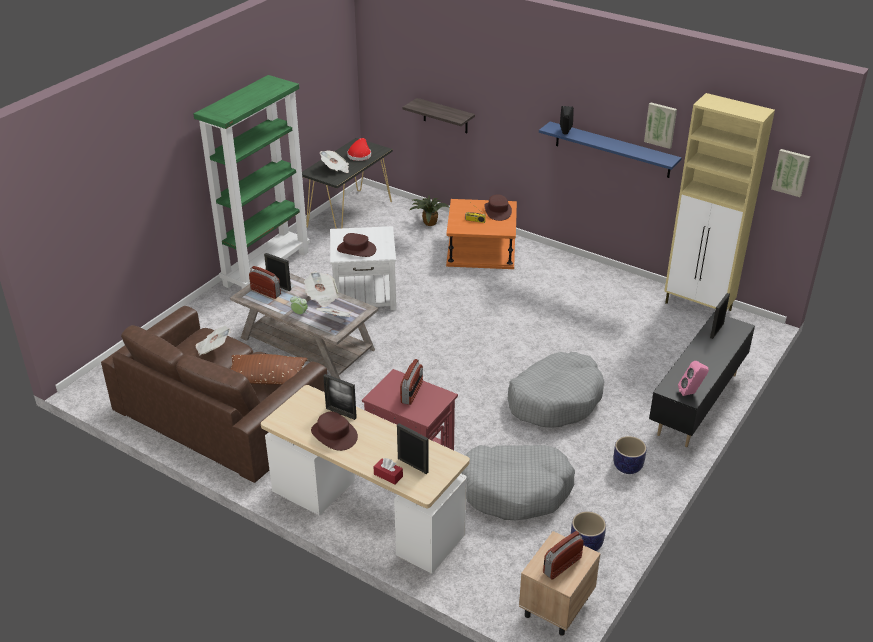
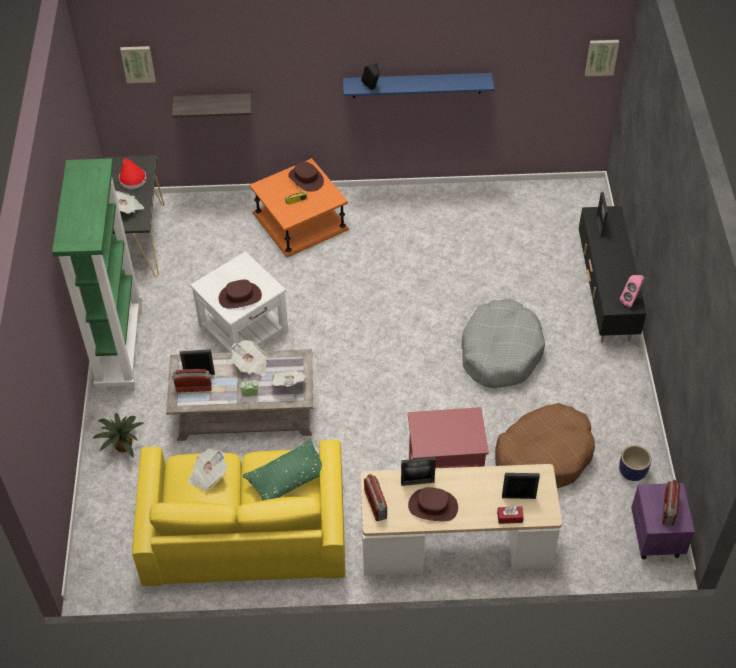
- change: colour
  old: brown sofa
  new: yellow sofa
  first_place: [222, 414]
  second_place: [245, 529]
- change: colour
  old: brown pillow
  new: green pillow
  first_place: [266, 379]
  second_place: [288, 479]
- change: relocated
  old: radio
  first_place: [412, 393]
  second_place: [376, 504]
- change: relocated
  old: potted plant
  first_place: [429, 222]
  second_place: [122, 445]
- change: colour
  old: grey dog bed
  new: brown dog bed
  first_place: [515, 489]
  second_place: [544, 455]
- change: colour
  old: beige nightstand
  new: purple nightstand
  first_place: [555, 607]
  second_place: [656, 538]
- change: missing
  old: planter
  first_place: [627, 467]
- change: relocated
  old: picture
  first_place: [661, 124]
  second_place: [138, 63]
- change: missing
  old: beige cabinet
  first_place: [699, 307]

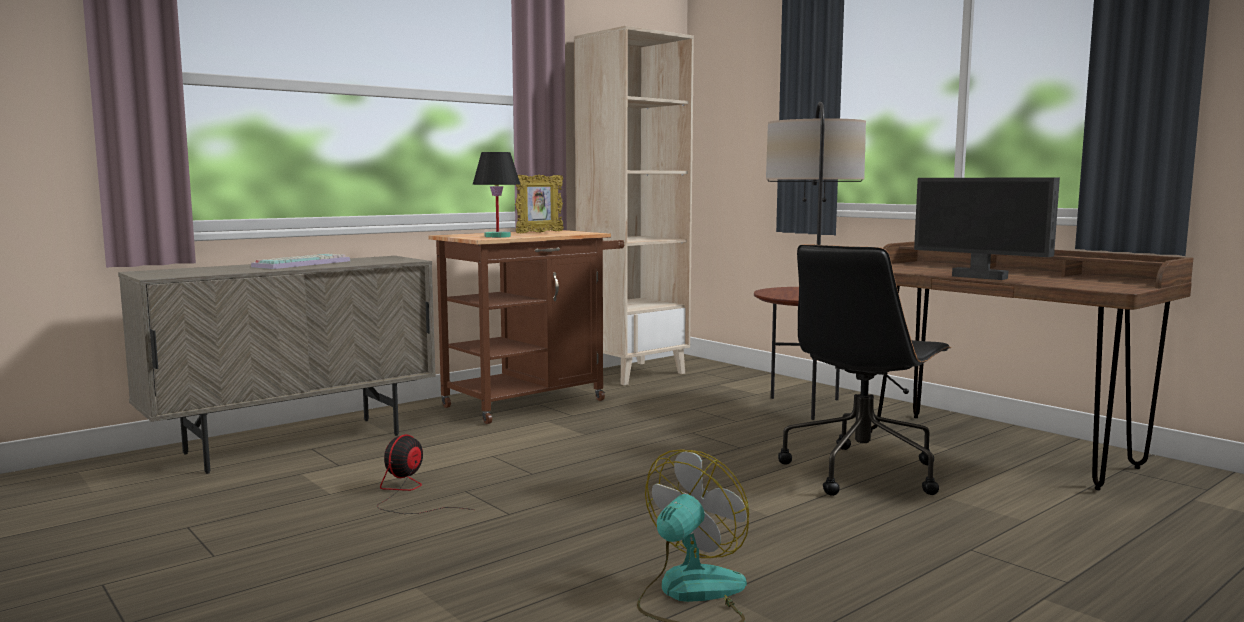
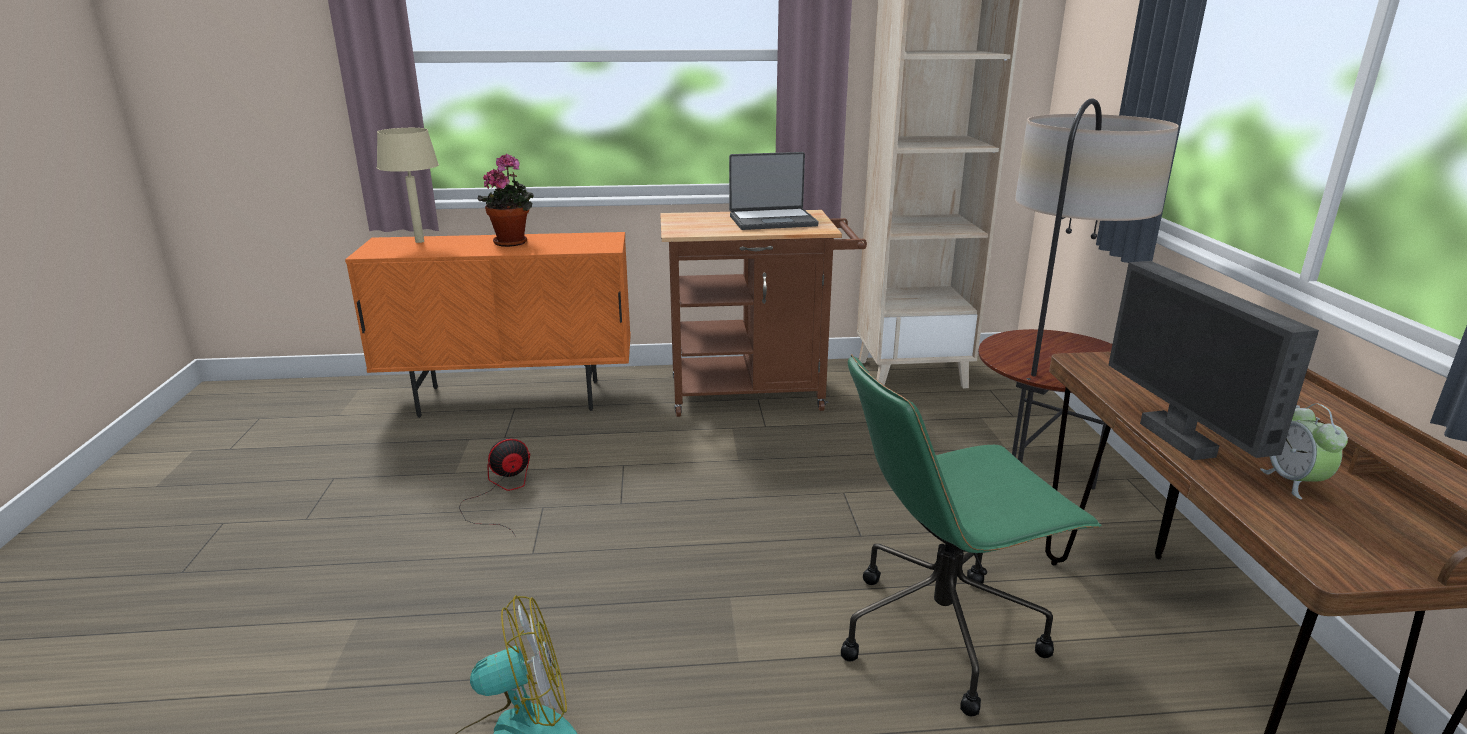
- change: colour
  old: beige cabinet
  new: orange cabinet
  first_place: [295, 444]
  second_place: [512, 399]
- change: exchanged
  old: keyboard
  new: potted plant
  first_place: [302, 263]
  second_place: [513, 242]
- change: missing
  old: black table lamp
  first_place: [497, 236]
- change: exchanged
  old: picture frame
  new: laptop
  first_place: [539, 233]
  second_place: [772, 221]
- change: colour
  old: black office chair
  new: green office chair
  first_place: [862, 471]
  second_place: [942, 632]
- change: appeared
  new: beige table lamp
  second_place: [419, 241]
- change: appeared
  new: alarm clock
  second_place: [1294, 482]

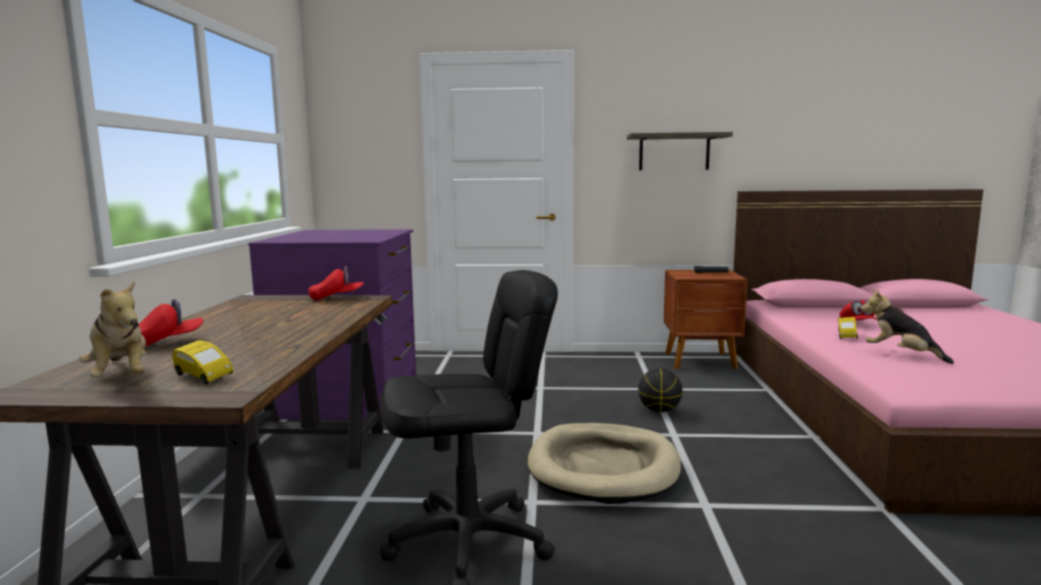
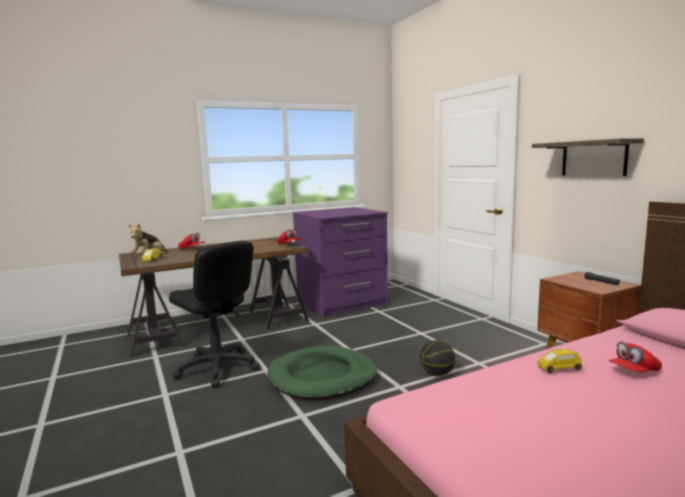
- change: colour
  old: beige dog bed
  new: green dog bed
  first_place: [603, 468]
  second_place: [323, 377]
- change: missing
  old: plush toy
  first_place: [901, 354]

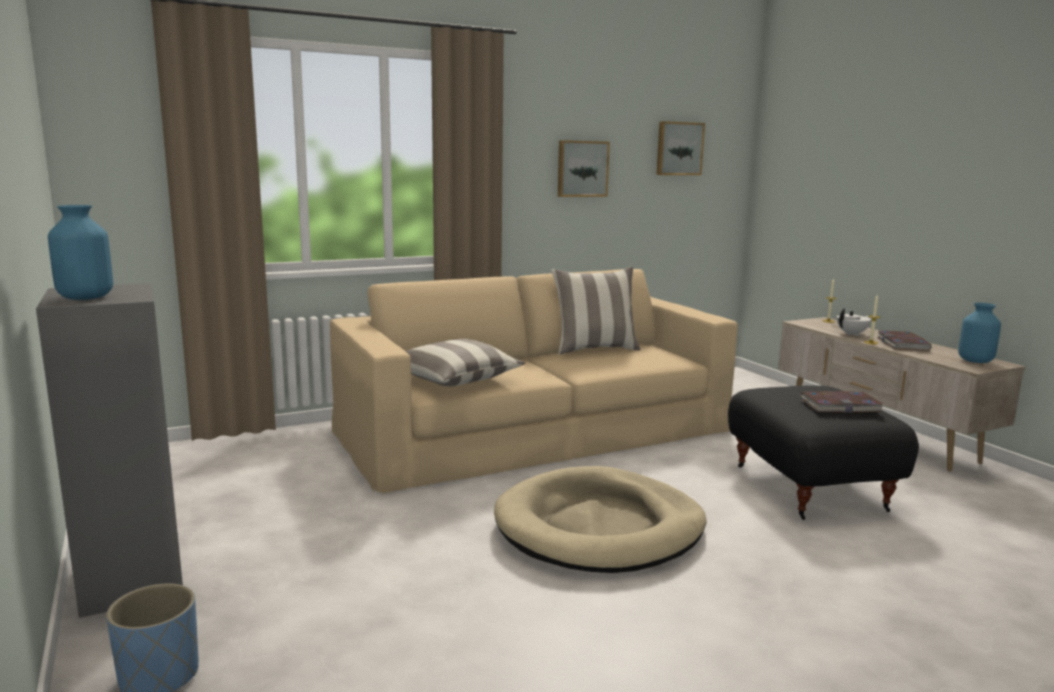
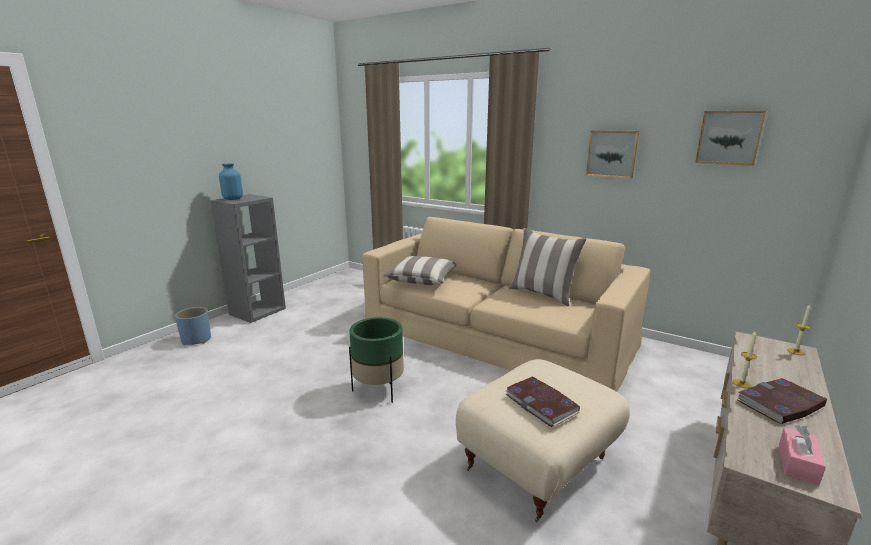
- change: exchanged
  old: beige dog bed
  new: green planter
  first_place: [599, 527]
  second_place: [378, 389]
- change: colour
  old: black ottoman
  new: beige ottoman
  first_place: [811, 487]
  second_place: [538, 465]
- change: missing
  old: white teapot
  first_place: [852, 334]
- change: exchanged
  old: blue vase
  new: pink tissue box
  first_place: [976, 361]
  second_place: [797, 463]

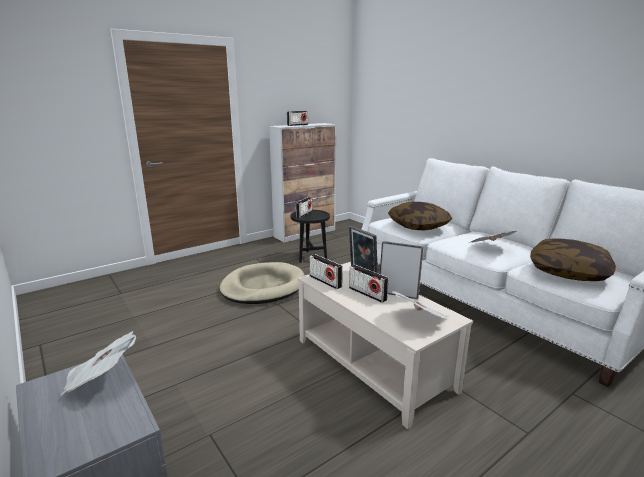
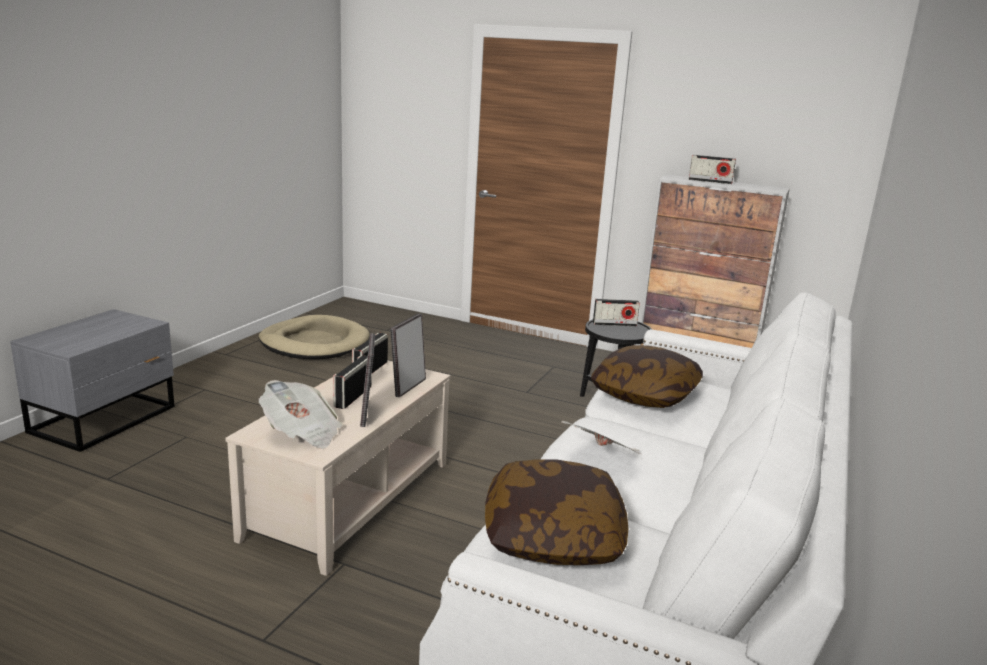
- change: missing
  old: newspaper
  first_place: [101, 378]
- change: relocated
  old: beige dog bed
  first_place: [263, 287]
  second_place: [314, 343]

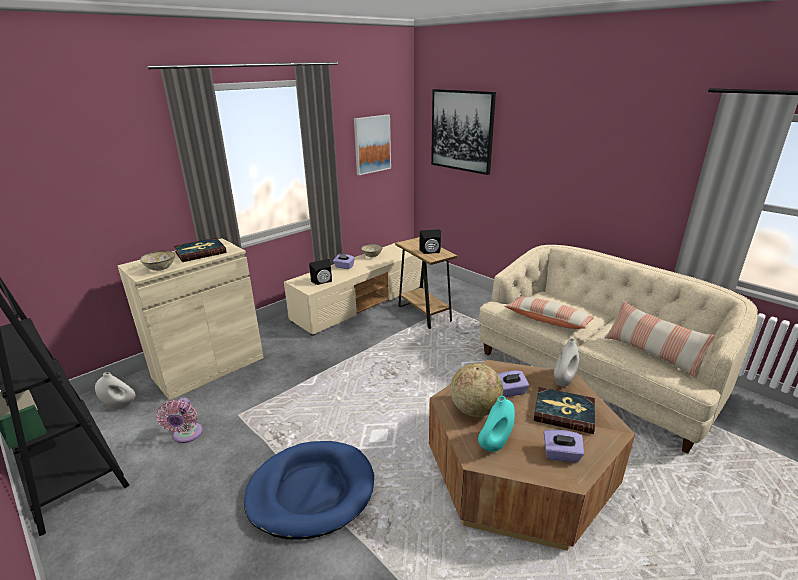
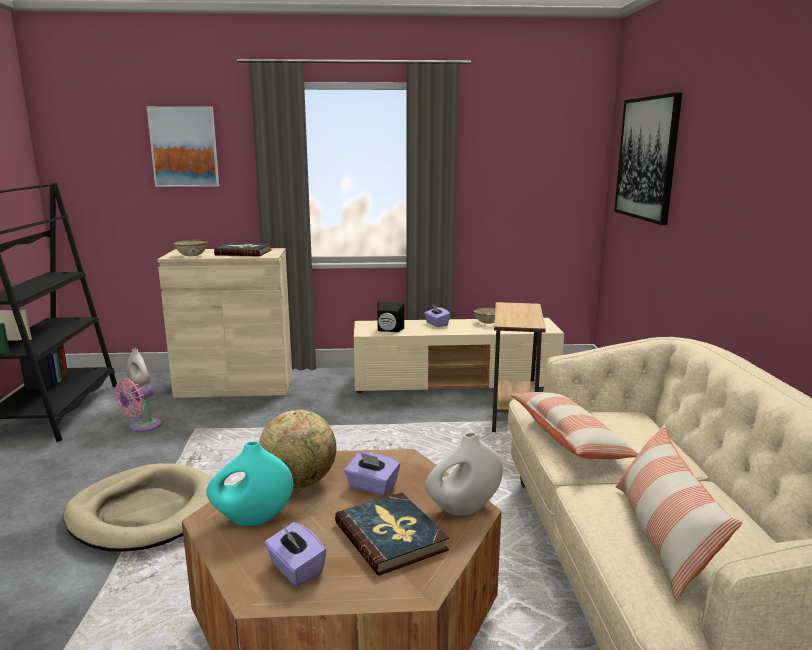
- change: colour
  old: blue dog bed
  new: beige dog bed
  first_place: [311, 491]
  second_place: [145, 512]
- change: relocated
  old: picture
  first_place: [372, 144]
  second_place: [184, 147]
- change: missing
  old: black speaker
  first_place: [431, 252]

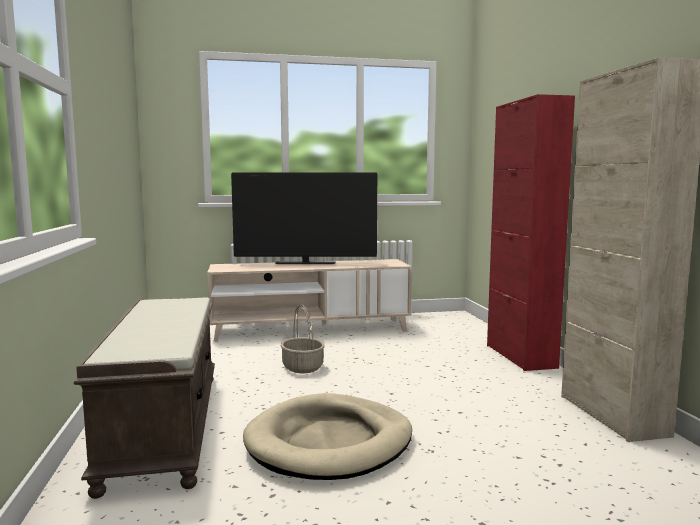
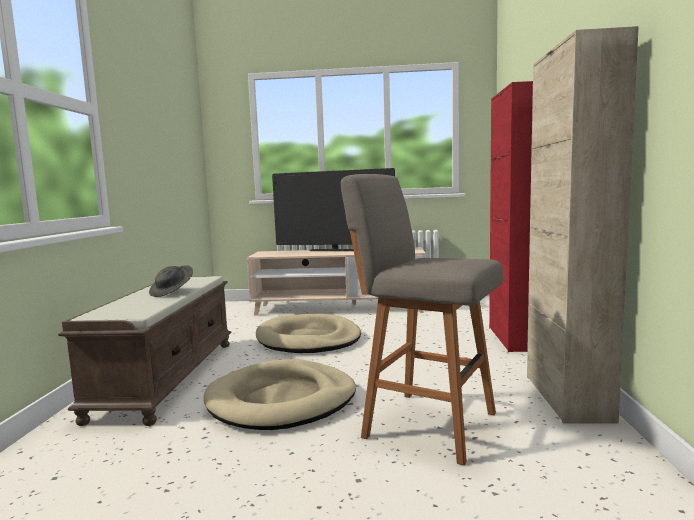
- change: exchanged
  old: basket
  new: beige dog bed
  first_place: [303, 367]
  second_place: [308, 339]
- change: appeared
  new: grey hat
  second_place: [172, 292]
- change: appeared
  new: grey stool
  second_place: [425, 423]

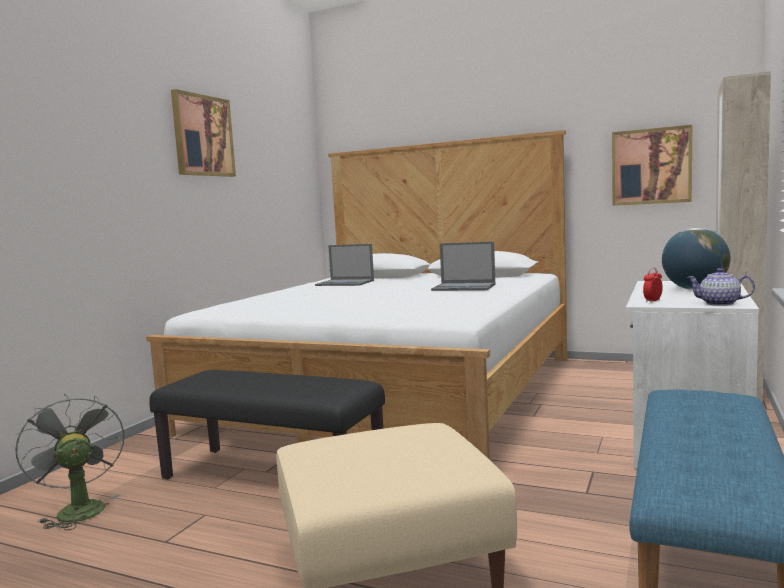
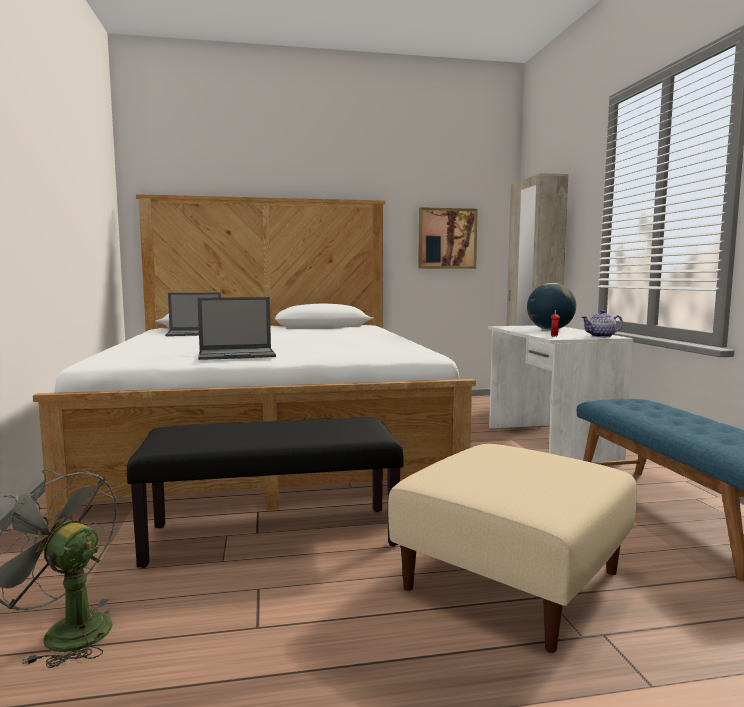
- change: missing
  old: picture
  first_place: [203, 136]
- change: relocated
  old: laptop
  first_place: [464, 287]
  second_place: [237, 354]

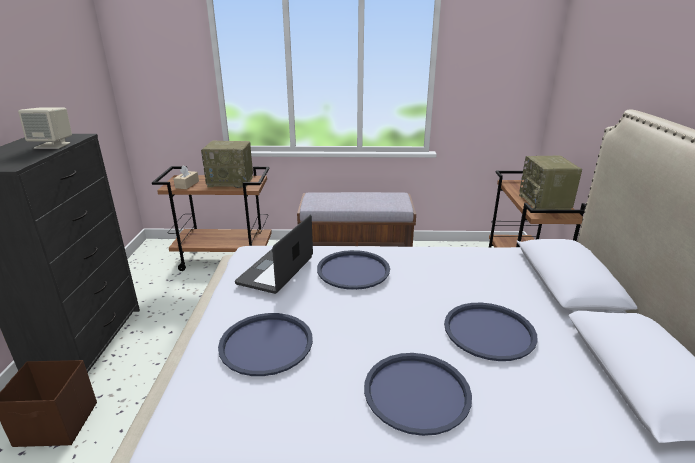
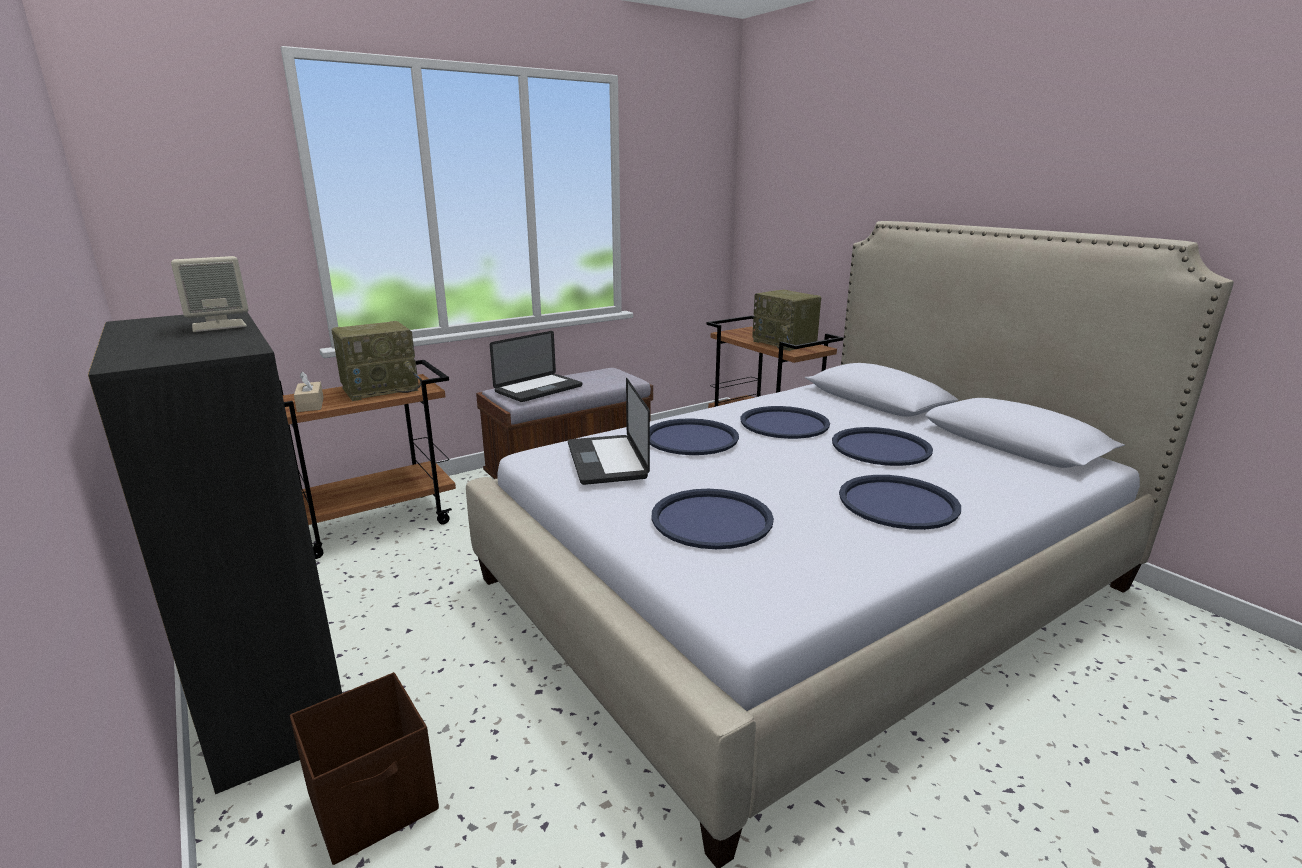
- change: appeared
  new: laptop
  second_place: [539, 389]
- change: appeared
  new: blue tray
  second_place: [784, 424]

